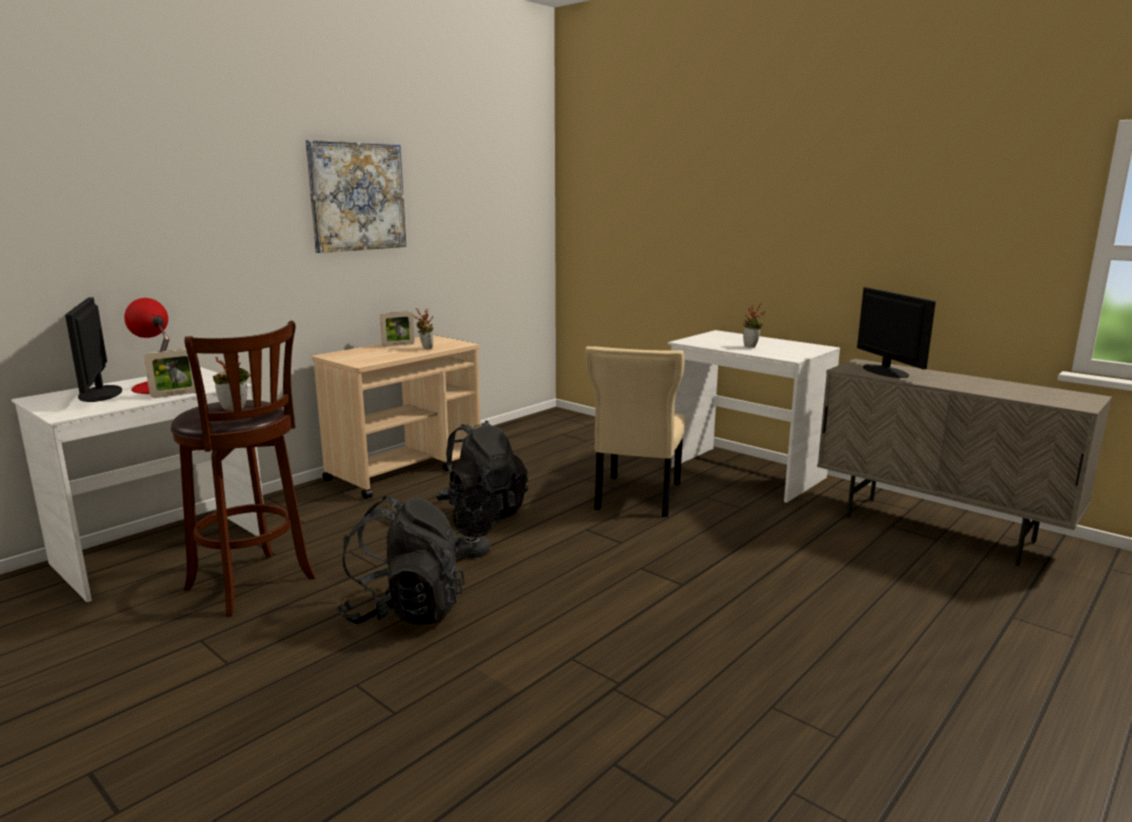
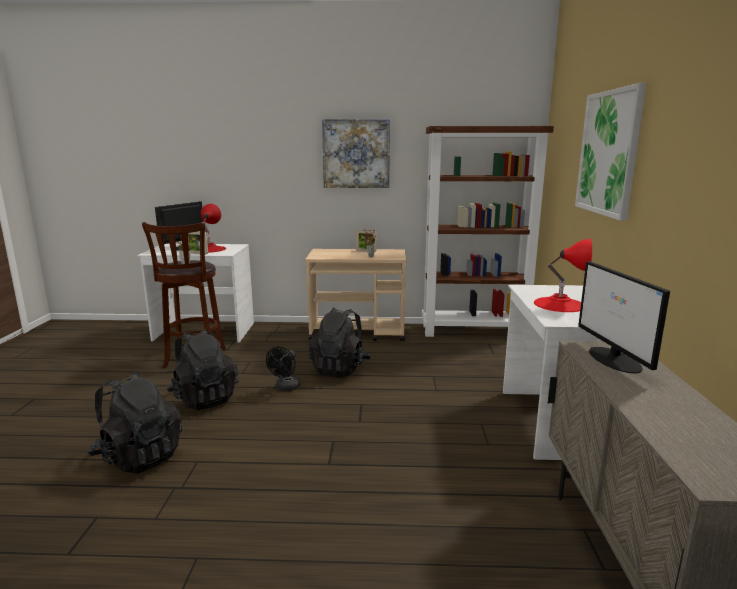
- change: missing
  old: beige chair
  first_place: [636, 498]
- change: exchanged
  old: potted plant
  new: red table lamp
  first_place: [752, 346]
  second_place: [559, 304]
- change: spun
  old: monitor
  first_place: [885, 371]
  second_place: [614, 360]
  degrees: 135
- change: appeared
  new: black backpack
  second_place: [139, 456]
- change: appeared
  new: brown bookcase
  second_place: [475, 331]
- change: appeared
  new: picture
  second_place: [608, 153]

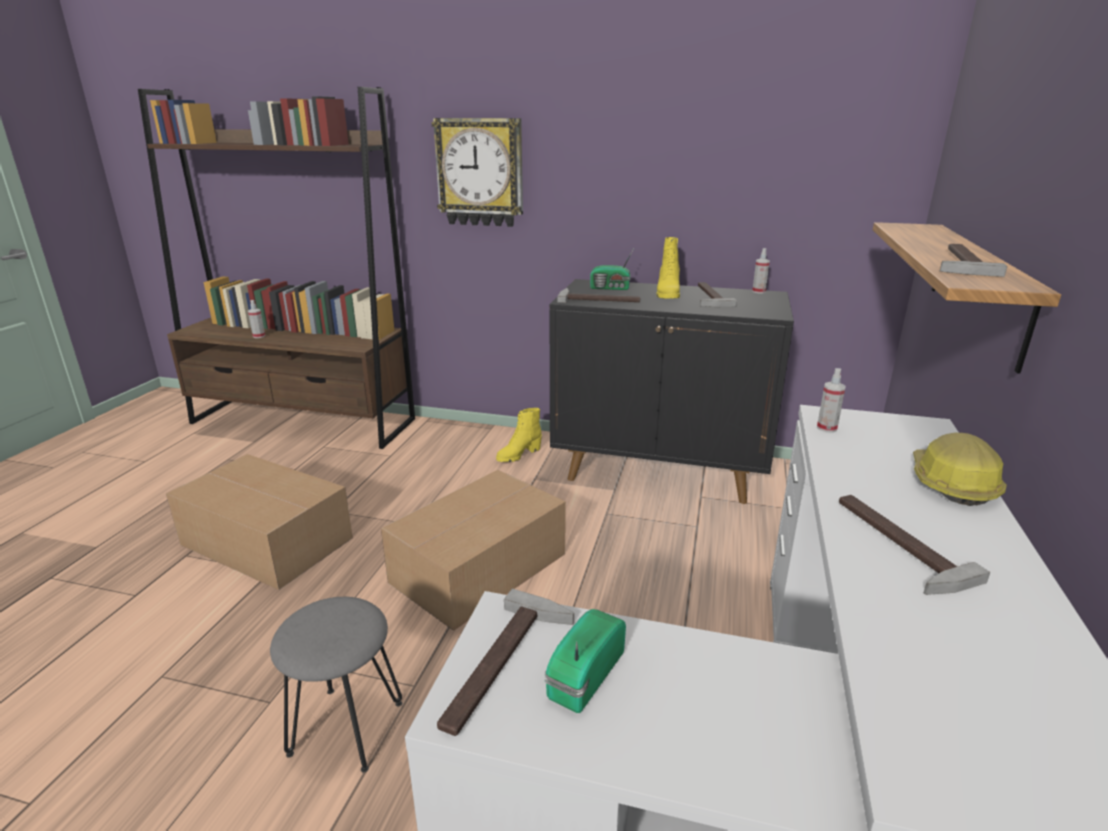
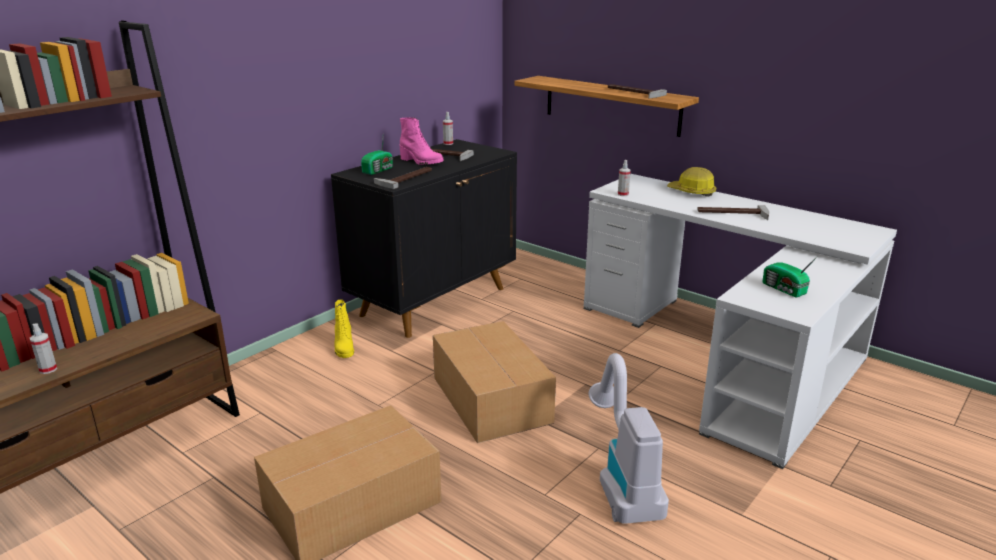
- change: exchanged
  old: grey stool
  new: vacuum cleaner
  first_place: [345, 727]
  second_place: [621, 481]
- change: missing
  old: wall clock
  first_place: [480, 173]
- change: missing
  old: hammer
  first_place: [505, 666]
- change: colour
  old: yellow boot
  new: pink boot
  first_place: [667, 294]
  second_place: [421, 162]

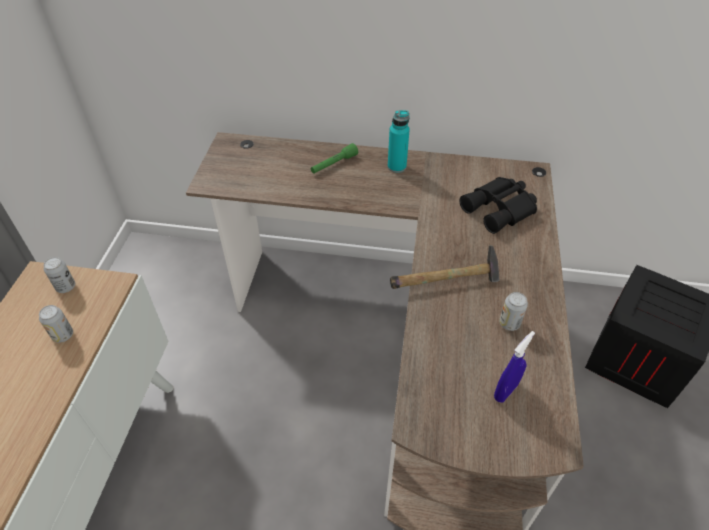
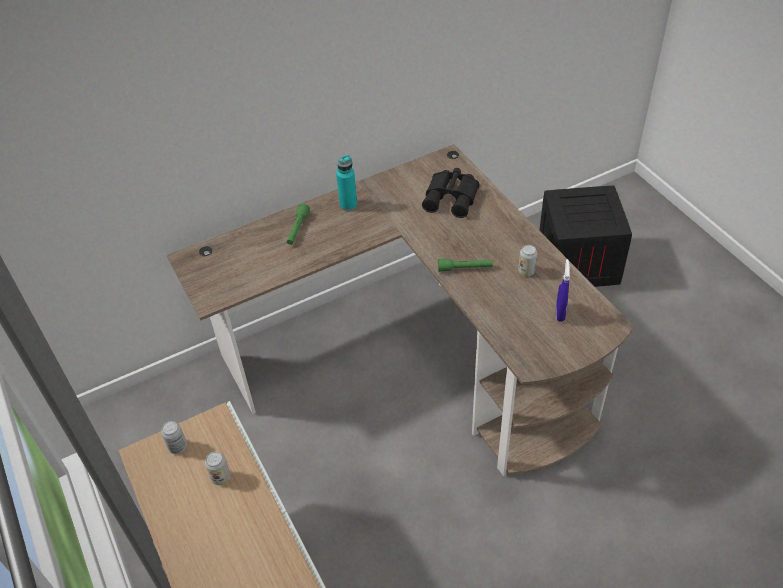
- change: exchanged
  old: hammer
  new: green flashlight
  first_place: [447, 282]
  second_place: [465, 268]

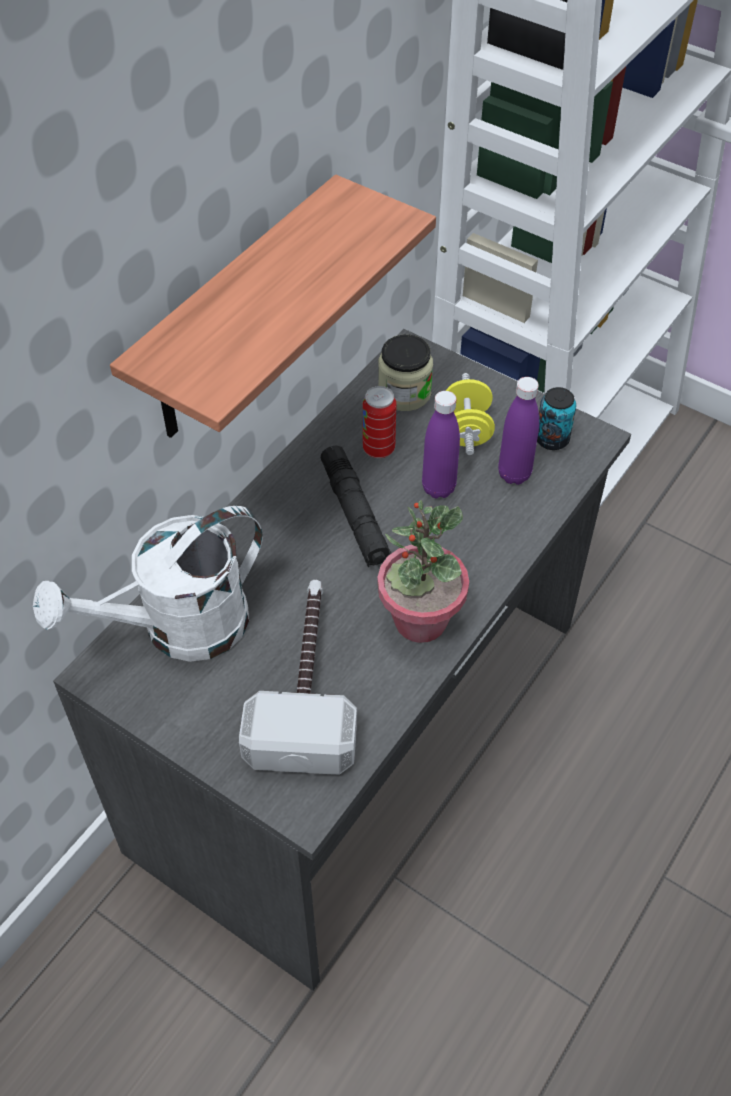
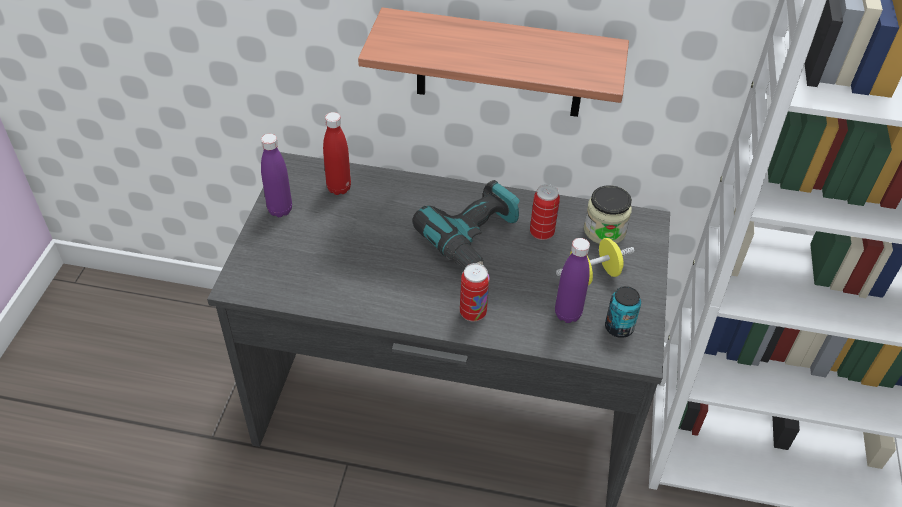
- change: exchanged
  old: white watering can
  new: red bottle
  first_place: [178, 629]
  second_place: [339, 188]
- change: missing
  old: hammer
  first_place: [307, 682]
- change: exchanged
  old: black flashlight
  new: power drill
  first_place: [355, 514]
  second_place: [475, 239]
- change: missing
  old: potted plant
  first_place: [419, 620]
- change: relocated
  old: purple bottle
  first_place: [438, 488]
  second_place: [280, 210]
- change: appeared
  new: can
  second_place: [473, 313]

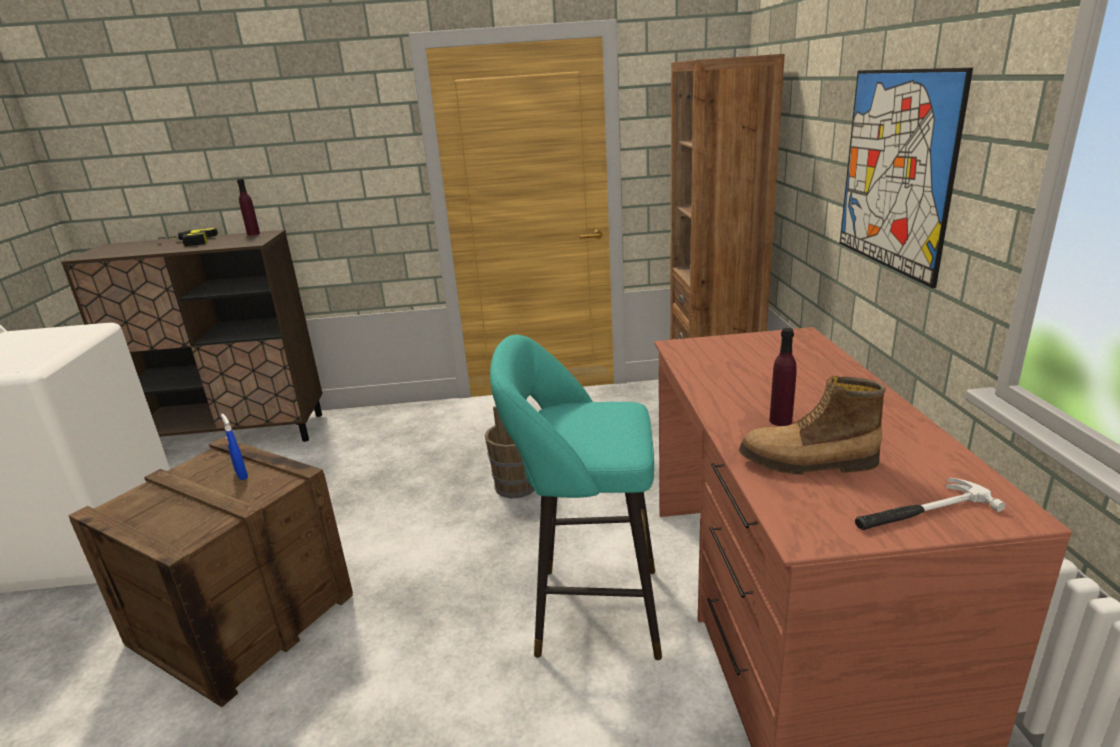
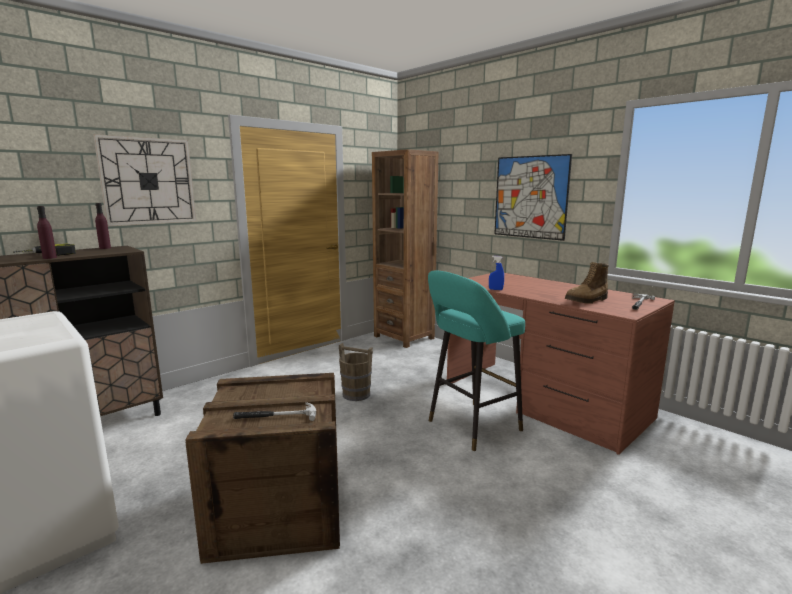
- change: relocated
  old: blue spray bottle
  first_place: [241, 475]
  second_place: [495, 289]
- change: relocated
  old: purple bottle
  first_place: [780, 421]
  second_place: [49, 258]
- change: appeared
  new: wall clock
  second_place: [148, 181]
- change: appeared
  new: hammer
  second_place: [275, 416]

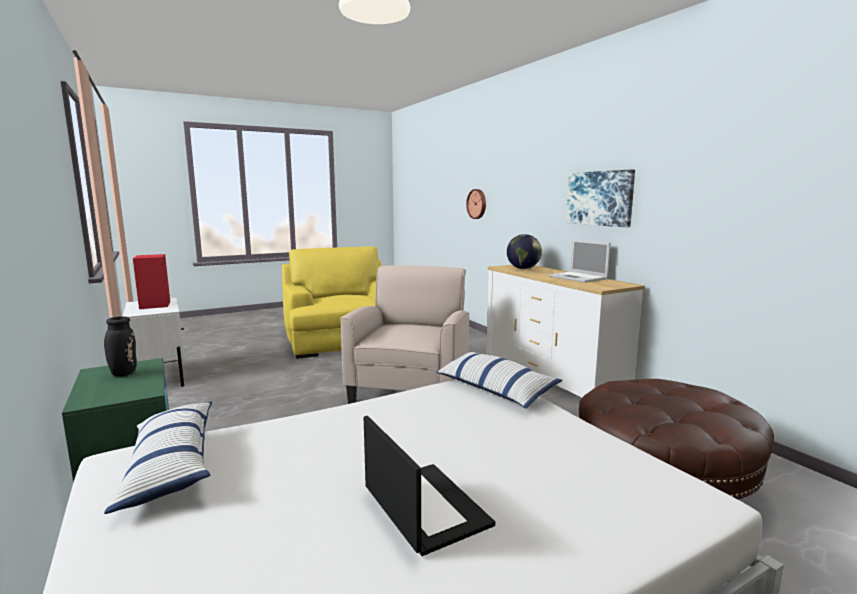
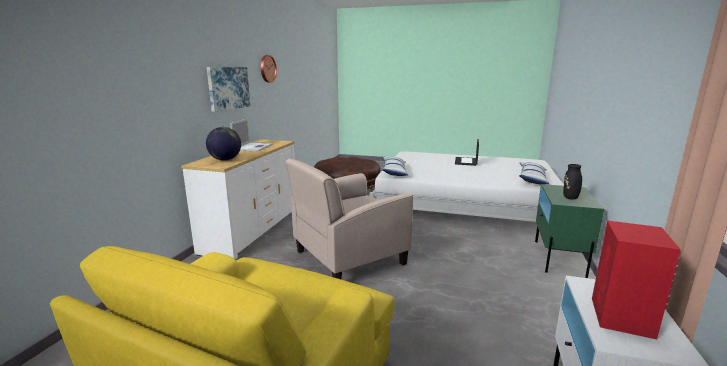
- change: relocated
  old: wall clock
  first_place: [477, 204]
  second_place: [267, 68]

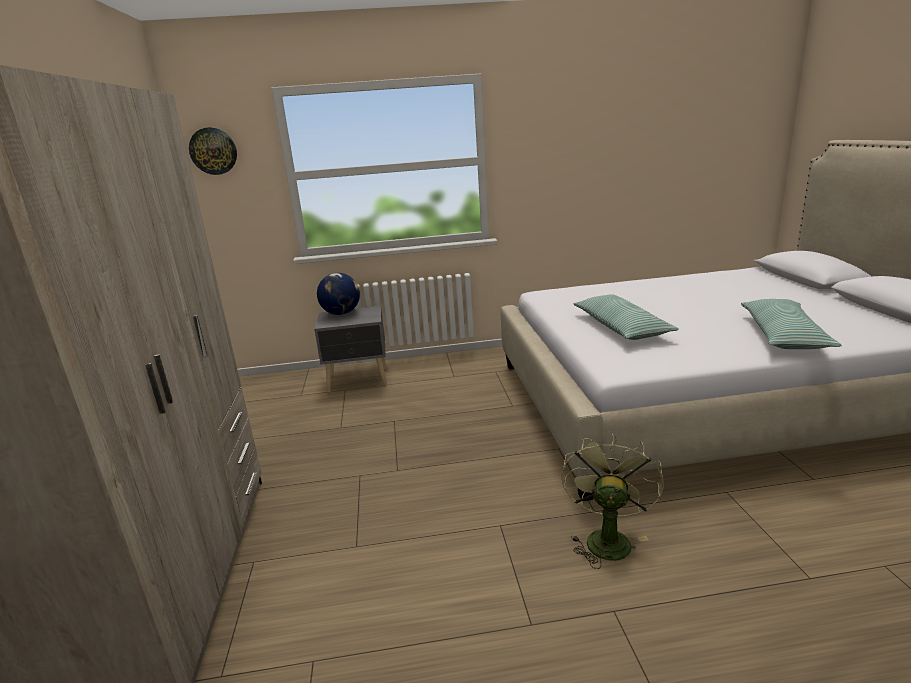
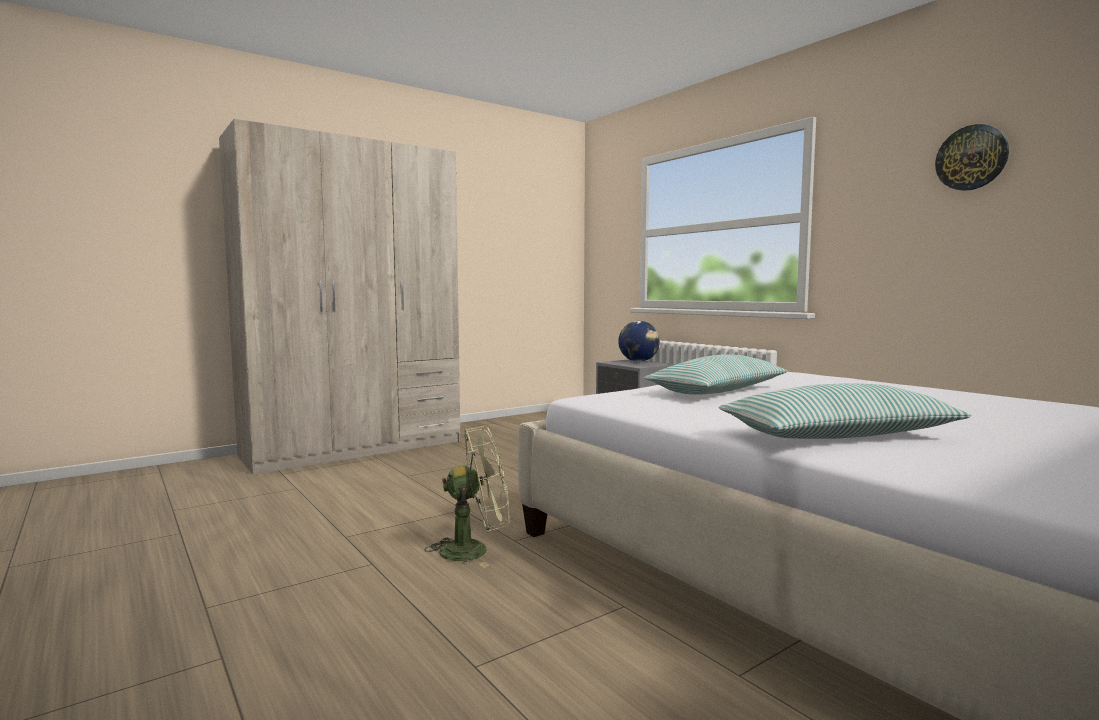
- change: relocated
  old: wall clock
  first_place: [213, 151]
  second_place: [971, 158]

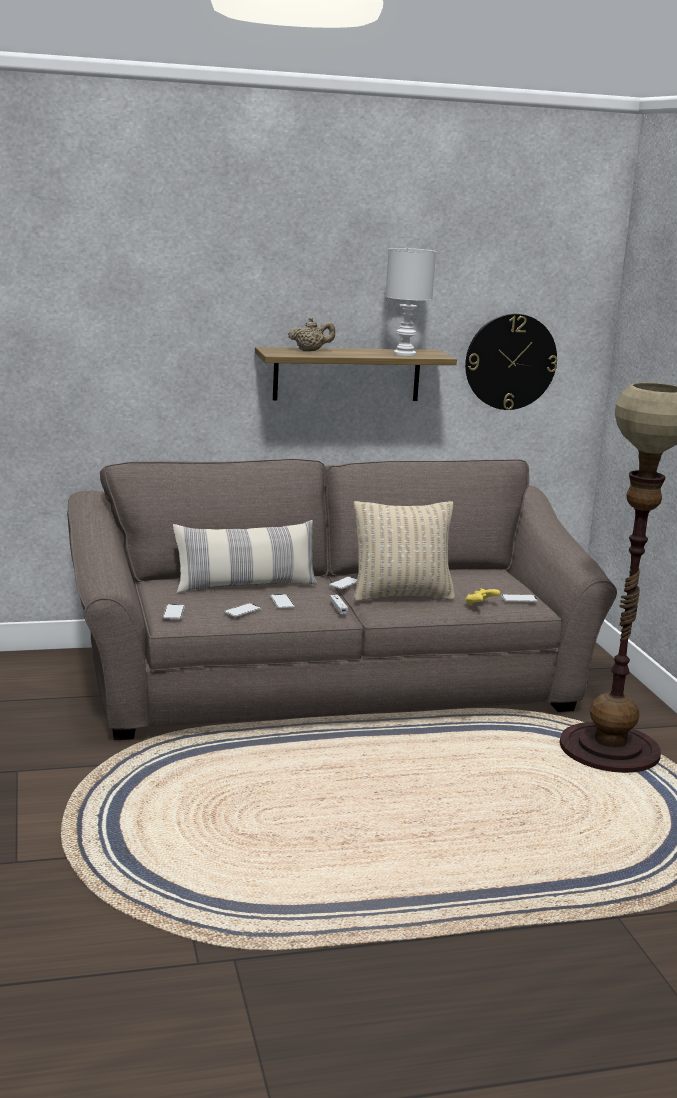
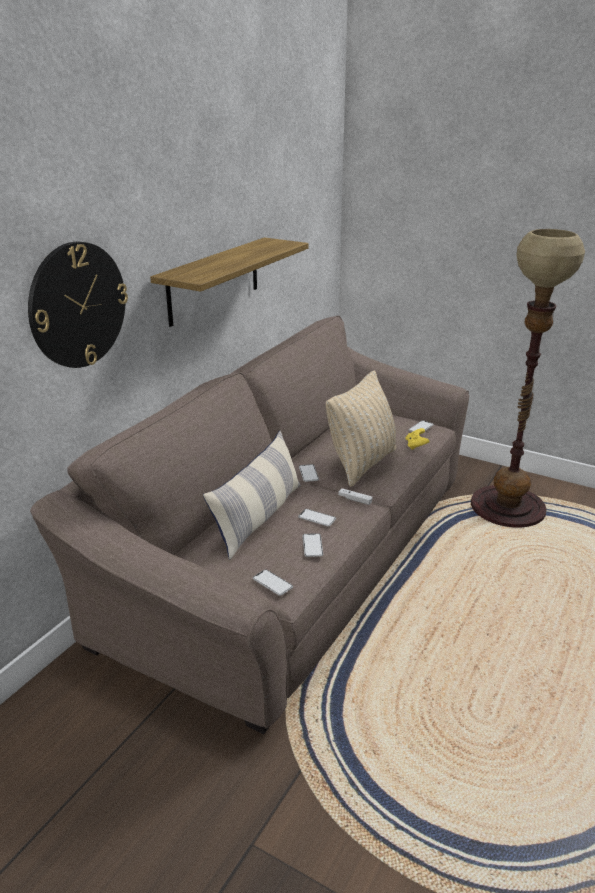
- change: missing
  old: beige teapot
  first_place: [310, 351]
- change: missing
  old: white table lamp
  first_place: [404, 354]
- change: relocated
  old: wall clock
  first_place: [510, 361]
  second_place: [78, 305]

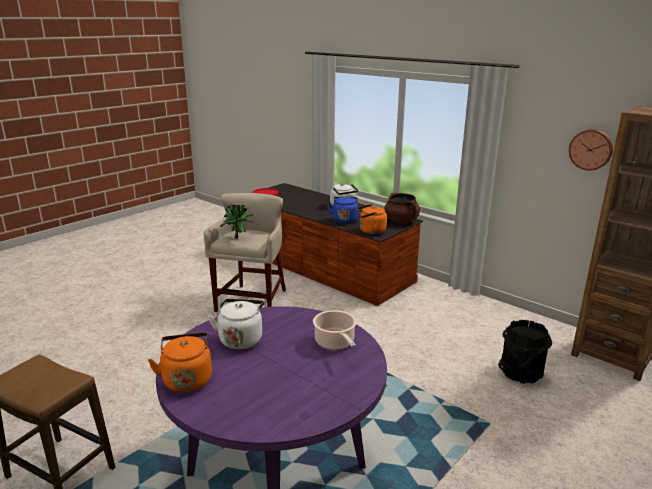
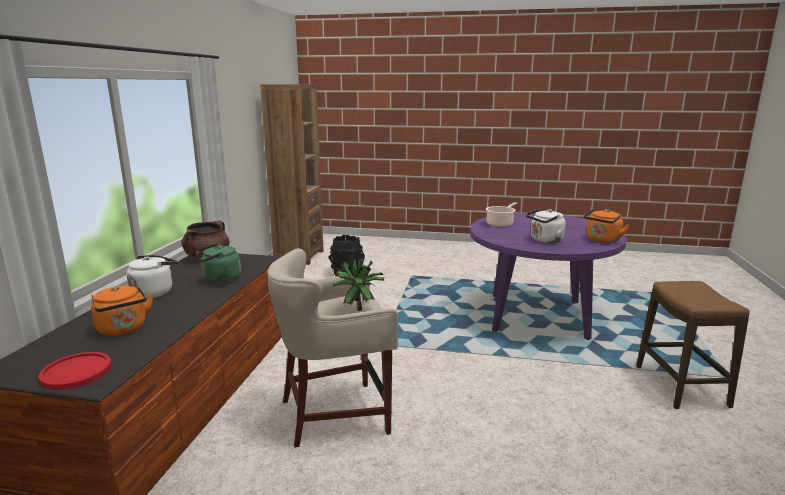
- change: colour
  old: blue kettle
  new: green kettle
  first_place: [344, 219]
  second_place: [219, 280]
- change: relocated
  old: orange kettle
  first_place: [370, 231]
  second_place: [123, 329]
- change: missing
  old: wall clock
  first_place: [591, 149]

